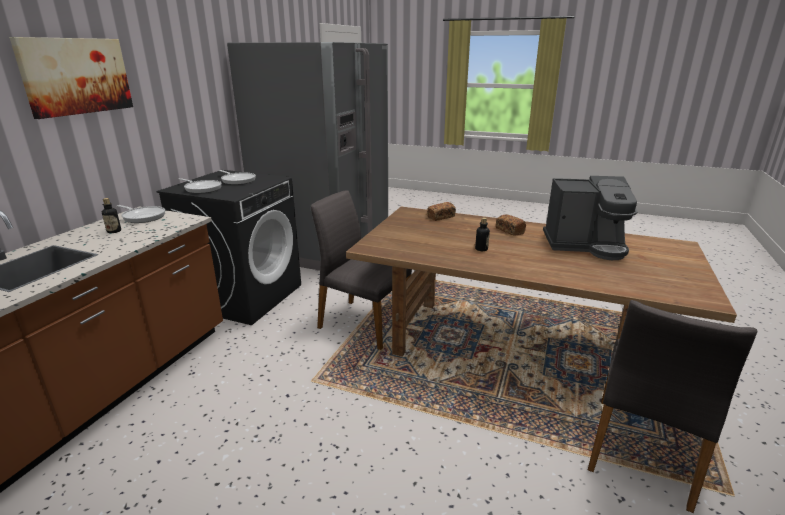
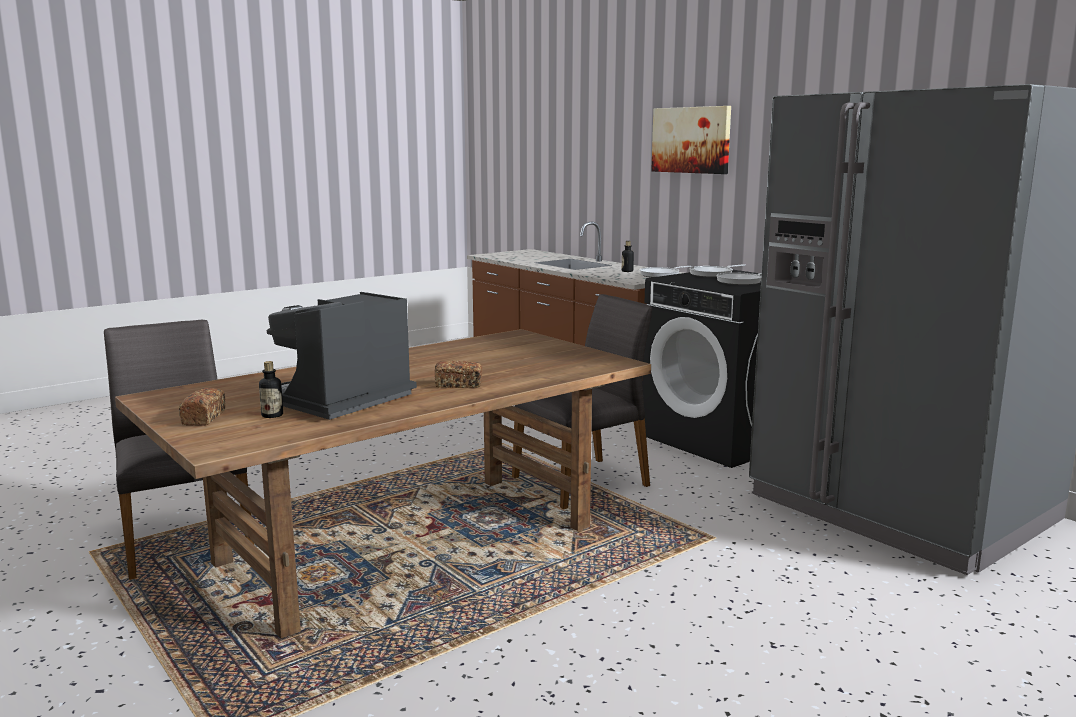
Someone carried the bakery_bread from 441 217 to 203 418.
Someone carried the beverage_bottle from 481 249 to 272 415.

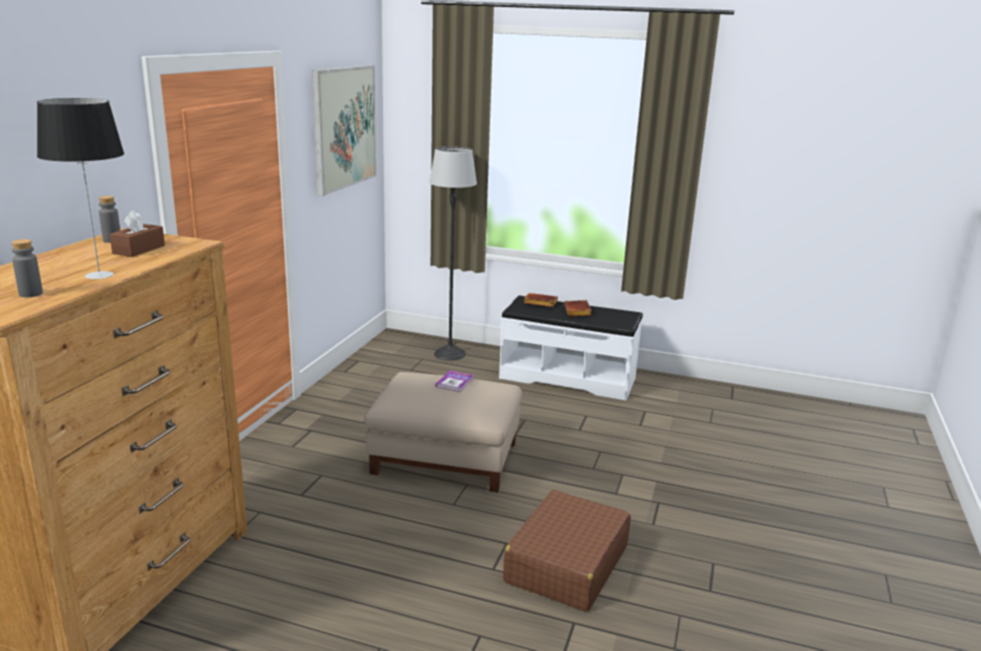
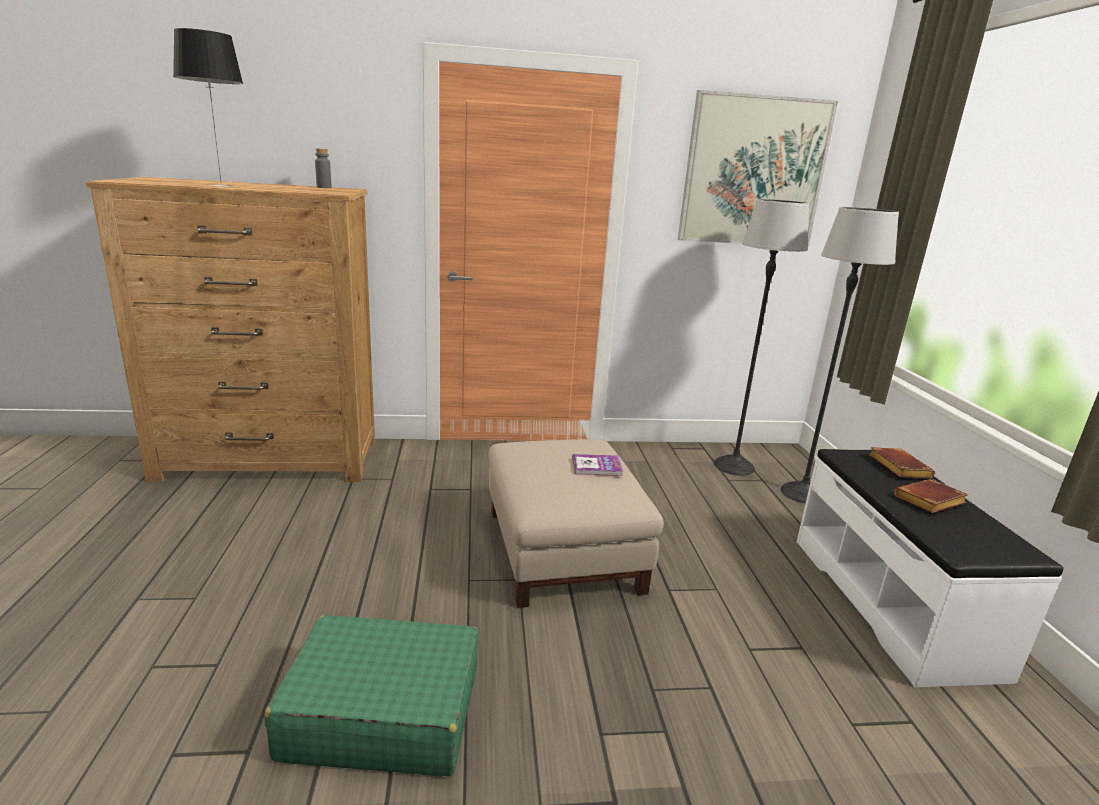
Someone took away the gray_beverage_bottle at 31 294.
Someone took away the brown_tissue_box at 139 249.
Someone repainted the brown_suitcase at 566 564, which became the green_suitcase at 382 713.
Someone put down the standing_lamp at 734 466.

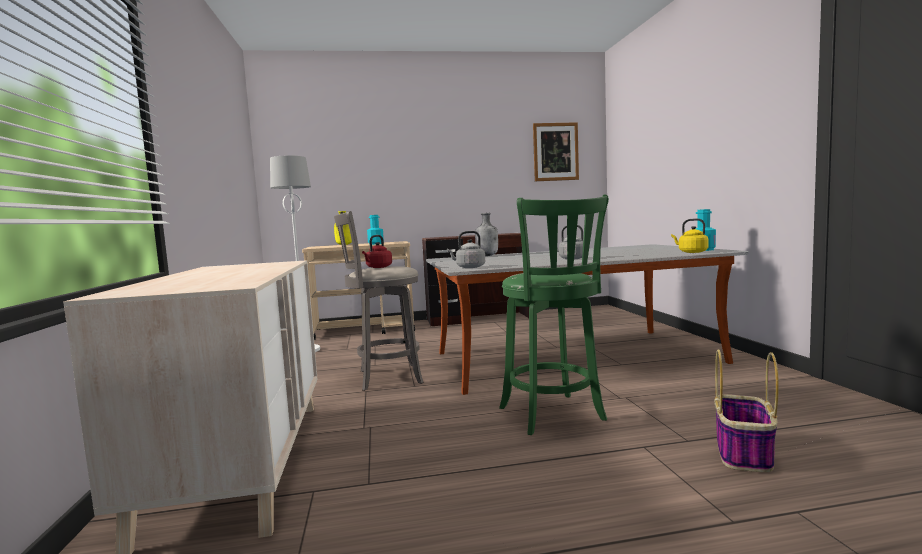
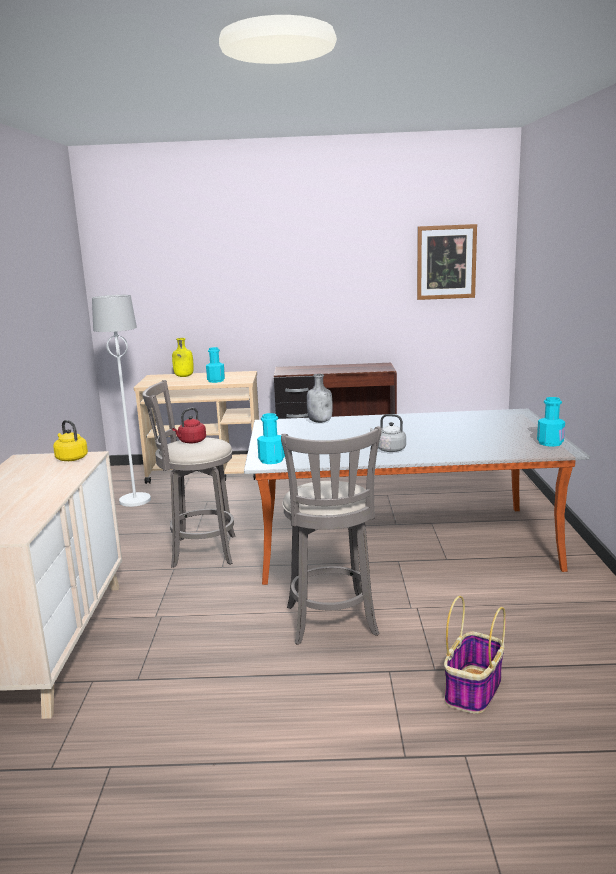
Someone swapped the gray_kettle at 469 267 for the turquoise_beverage_bottle at 271 460.
Someone repainted the green_stool at 553 416, which became the gray_stool at 332 623.
Someone carried the yellow-coloured_kettle from 691 252 to 71 458.

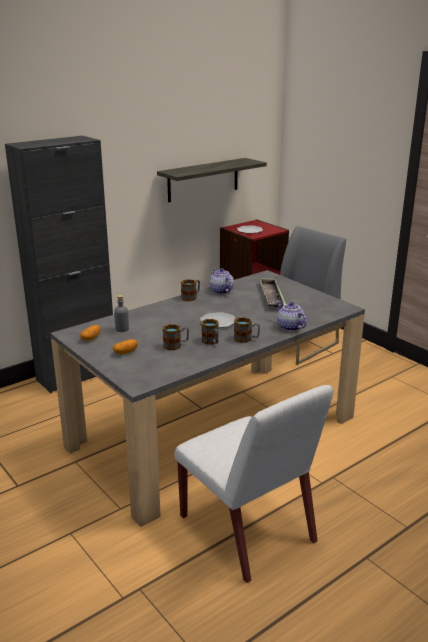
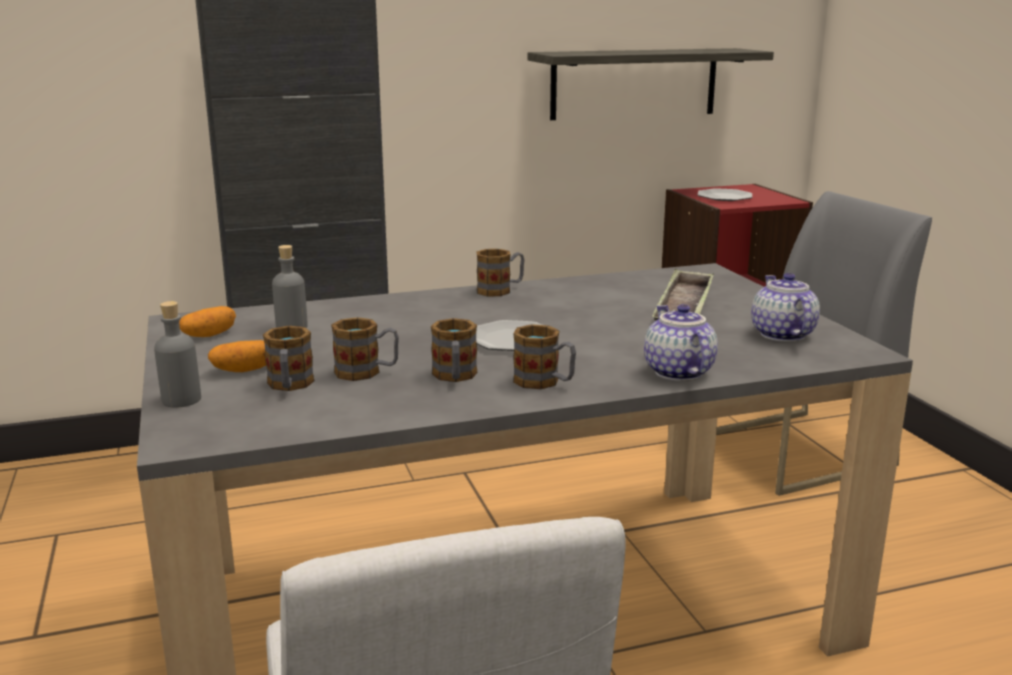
Someone carried the pot_for_tea from 221 291 to 781 334.
Someone put down the gray_beverage_bottle at 181 400.
Someone put down the coffee_mug at 289 386.

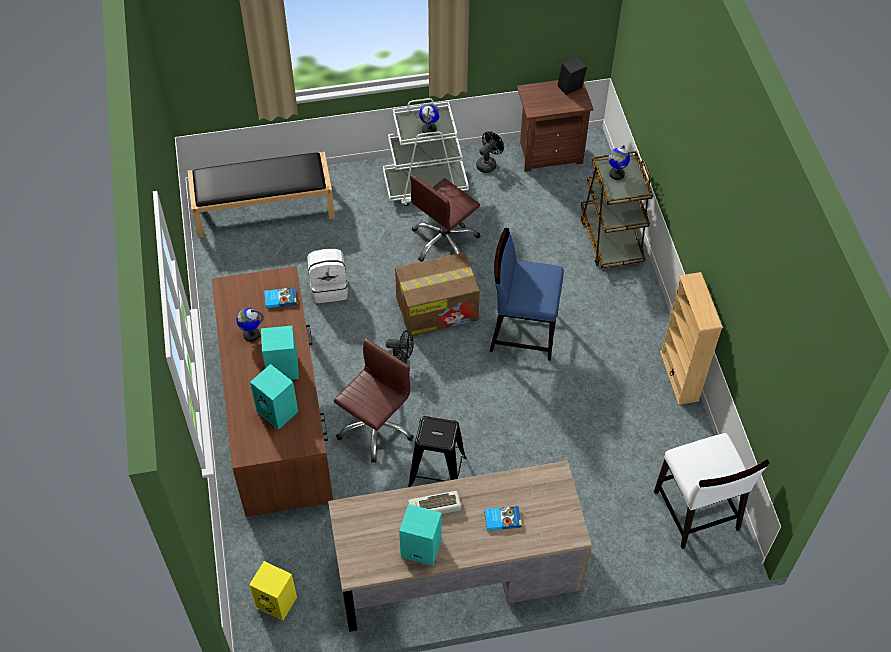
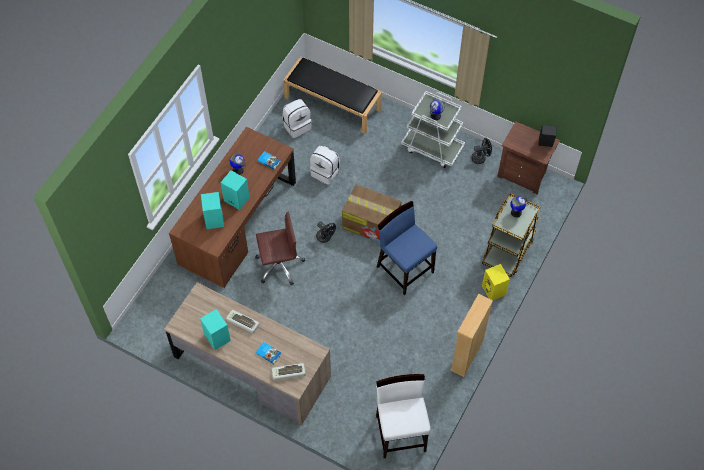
Someone carried the yellow-coloured_loudspeaker from 277 602 to 494 290.
Someone took away the black-coloured_stool at 436 473.
Someone took away the brown_computer_chair at 444 241.
Someone rotated the white_plain_chair at 696 511 by 150 degrees clockwise.
Someone put down the PC_keyboard at 288 373.
Someone put down the white_rucksack at 297 126.

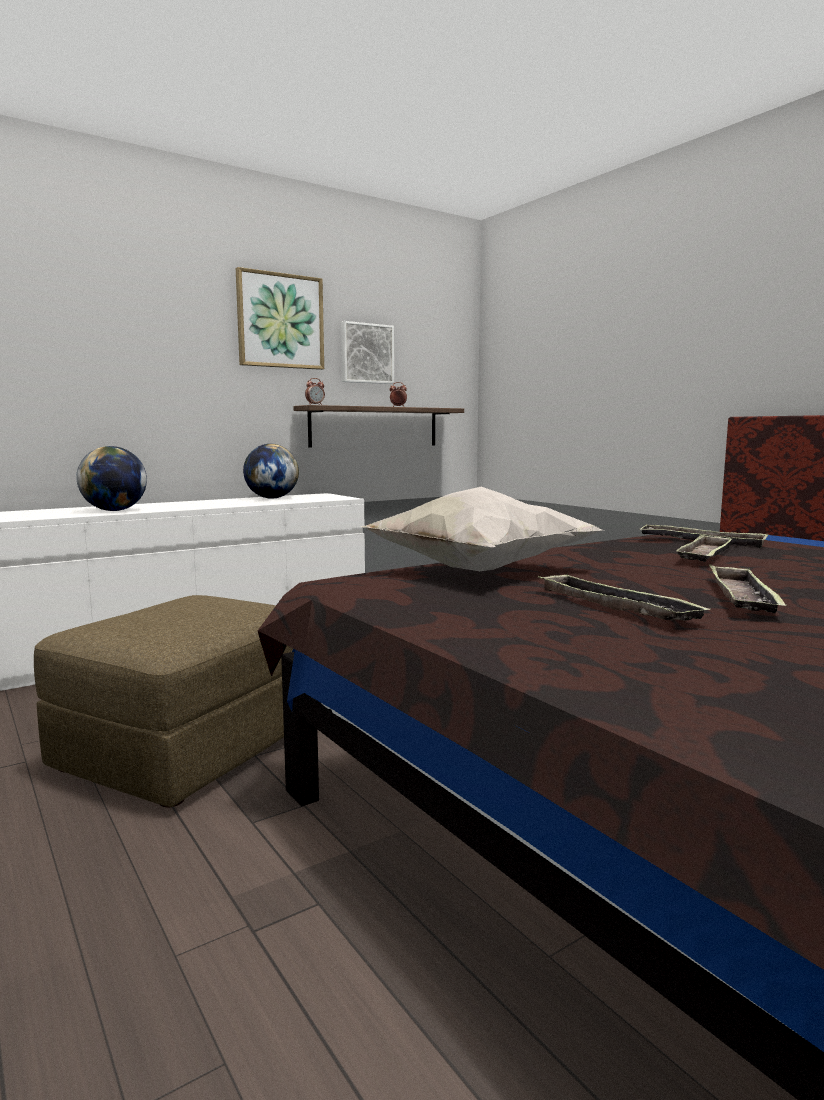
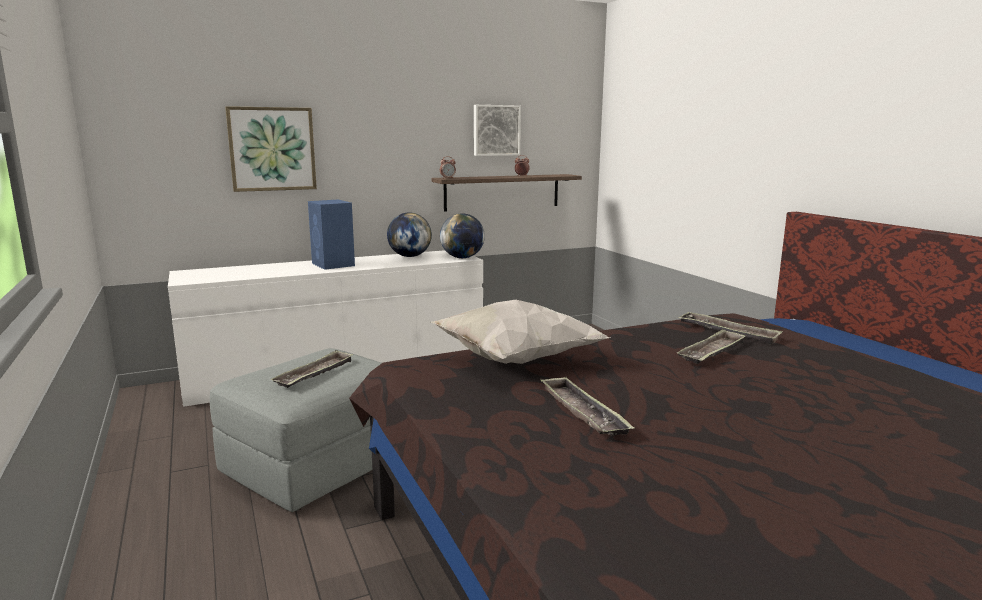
Someone repainted the brown_ottoman at 188 748, which became the gray_ottoman at 317 464.
Someone carried the desk_globe from 114 510 to 462 257.
Someone carried the picture from 280 321 to 272 149.
Someone carried the carrying_tray from 741 597 to 315 374.
Someone put down the blue-coloured_loudspeaker at 333 265.

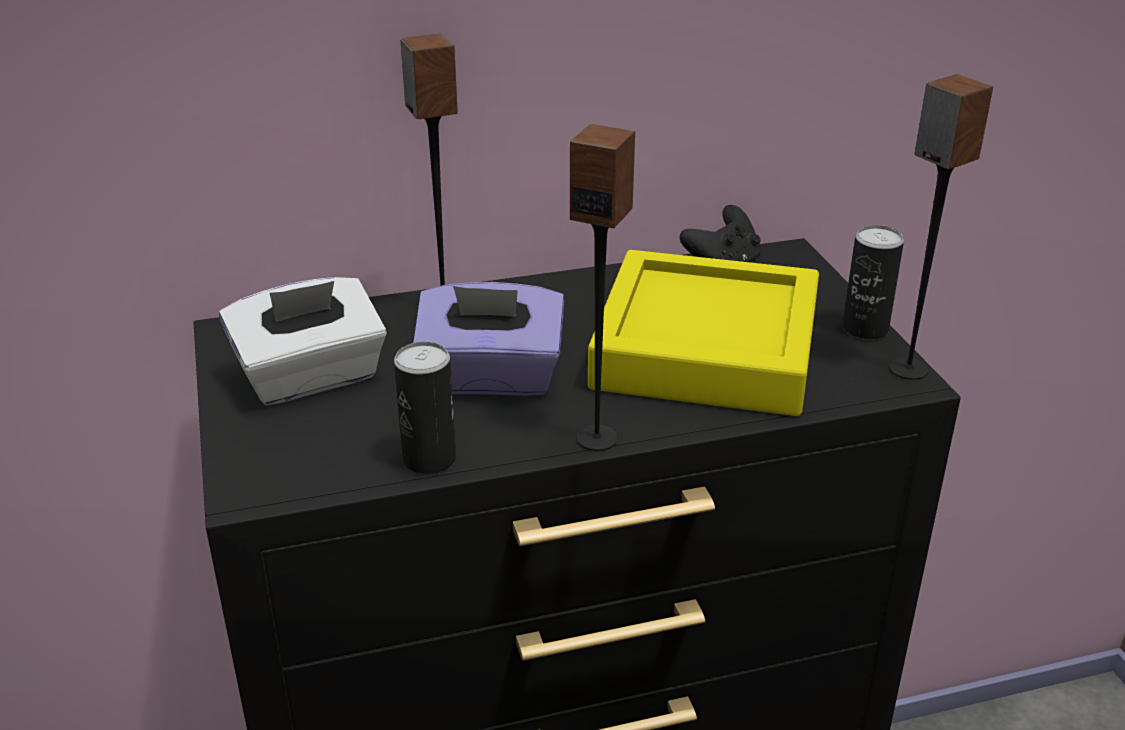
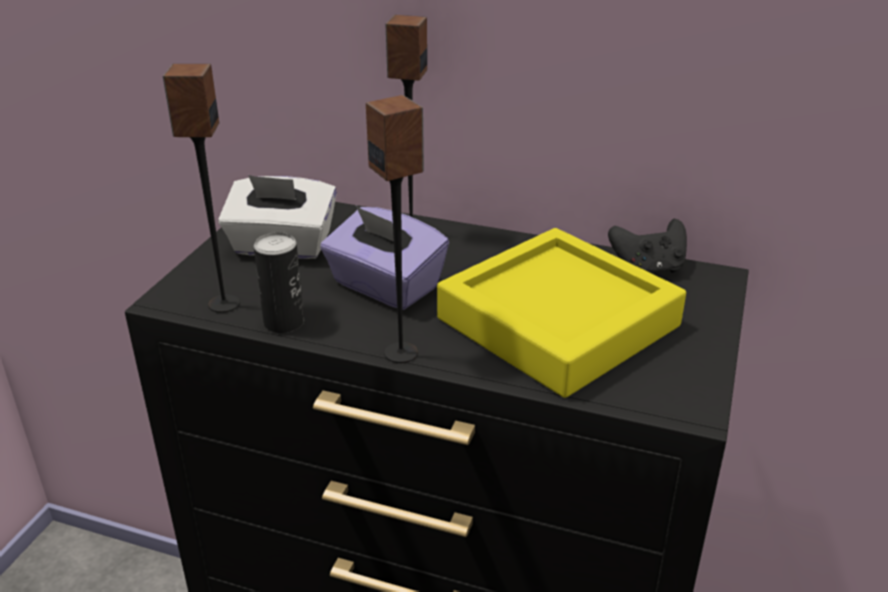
Someone took away the metal_can at 865 329.
Someone carried the loudspeaker from 907 369 to 223 304.

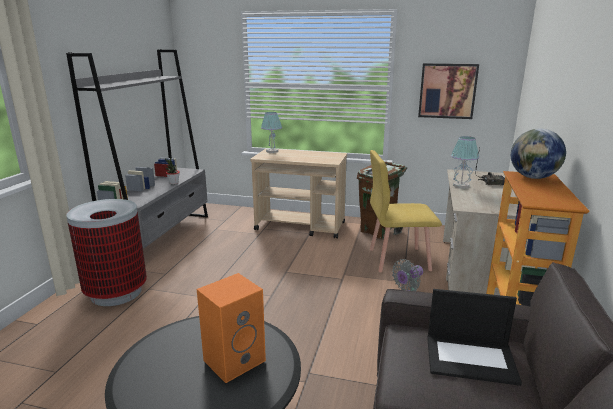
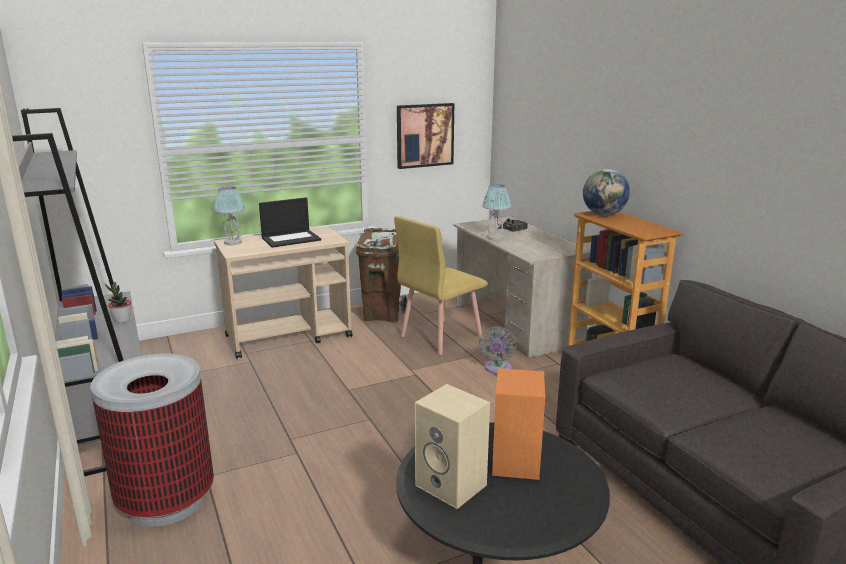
Someone carried the laptop from 471 358 to 291 239.
Someone put down the beige_loudspeaker at 453 485.

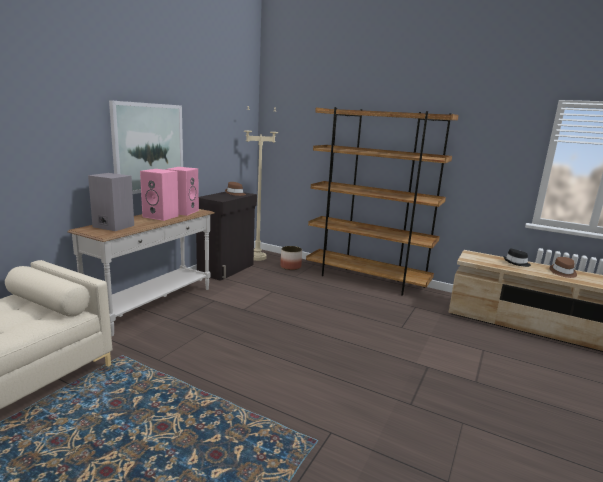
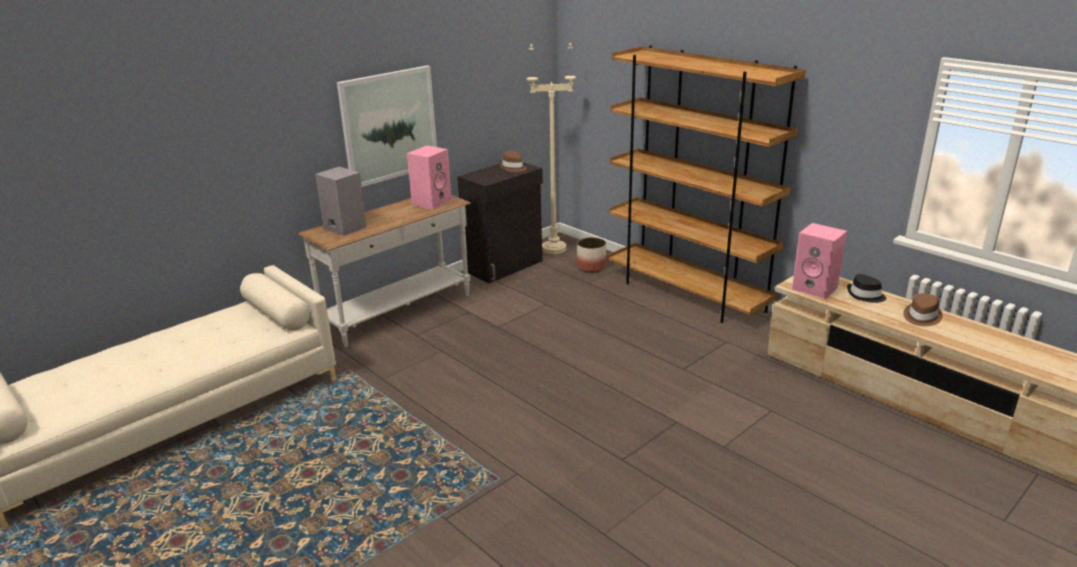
Someone carried the pink_loudspeaker from 161 216 to 816 288.

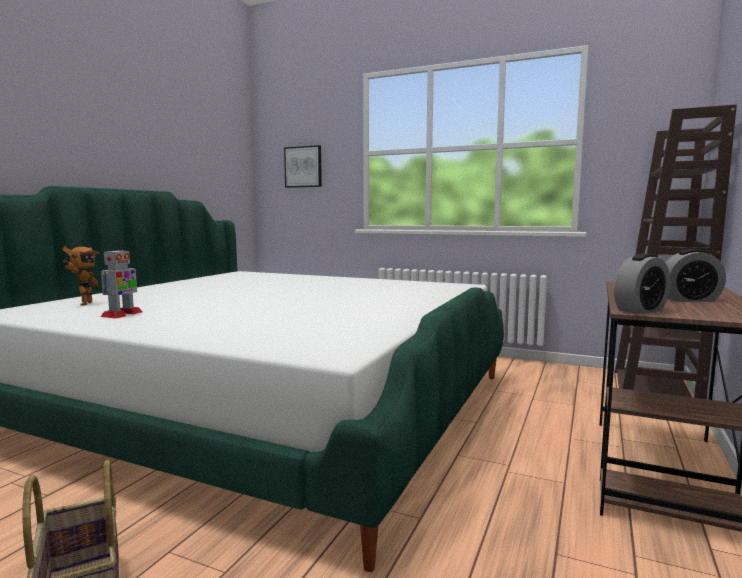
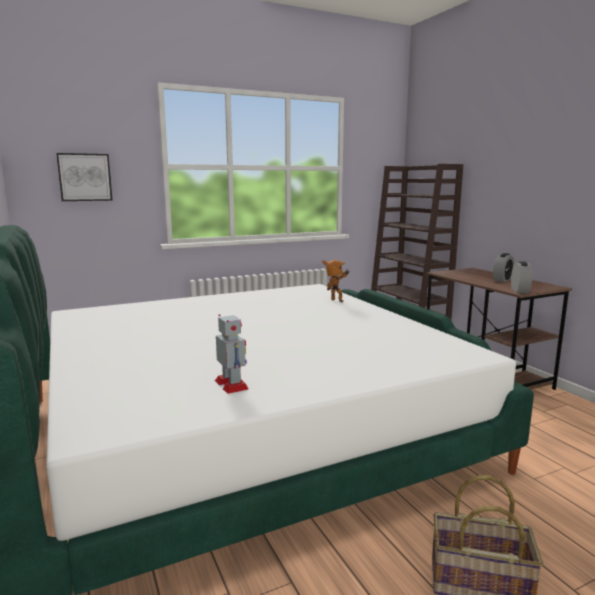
Someone carried the robot_figure from 83 304 to 336 301.

